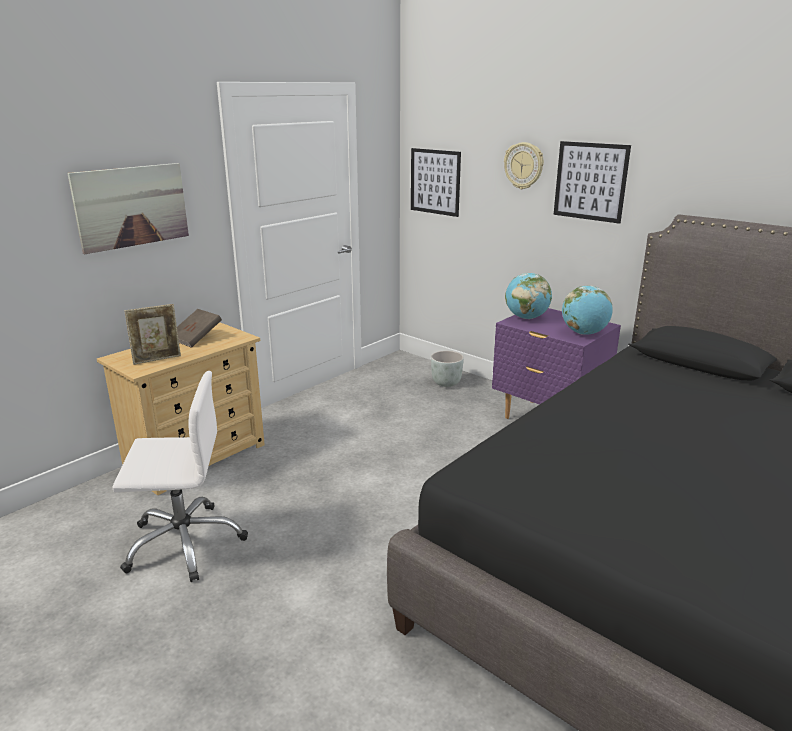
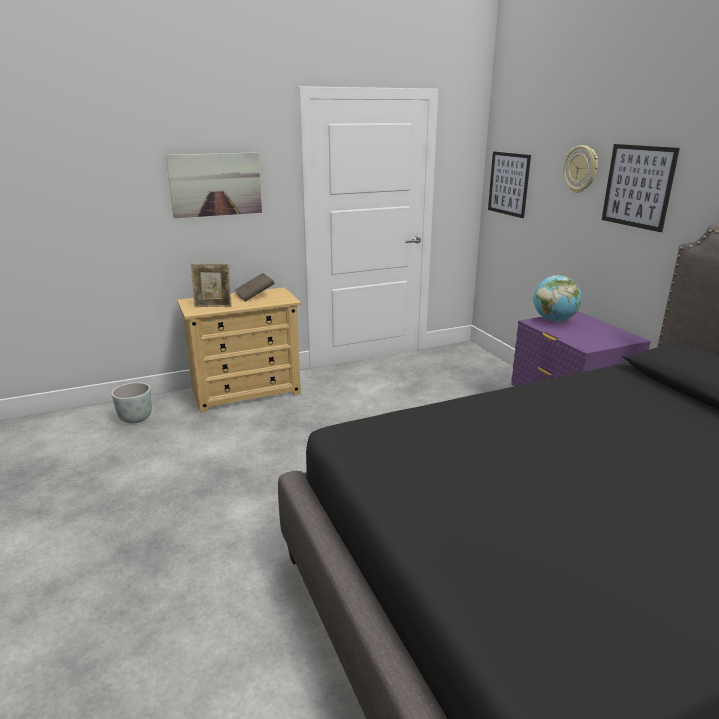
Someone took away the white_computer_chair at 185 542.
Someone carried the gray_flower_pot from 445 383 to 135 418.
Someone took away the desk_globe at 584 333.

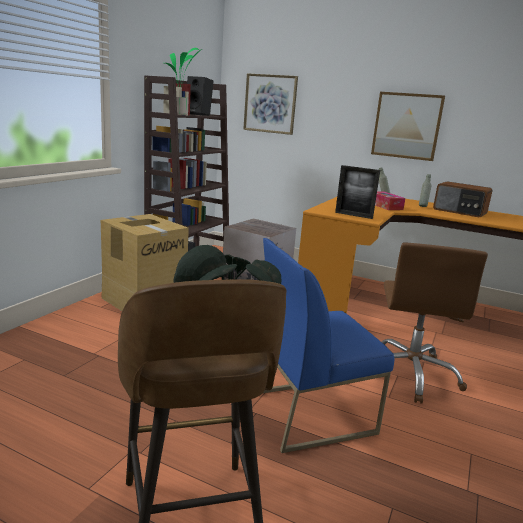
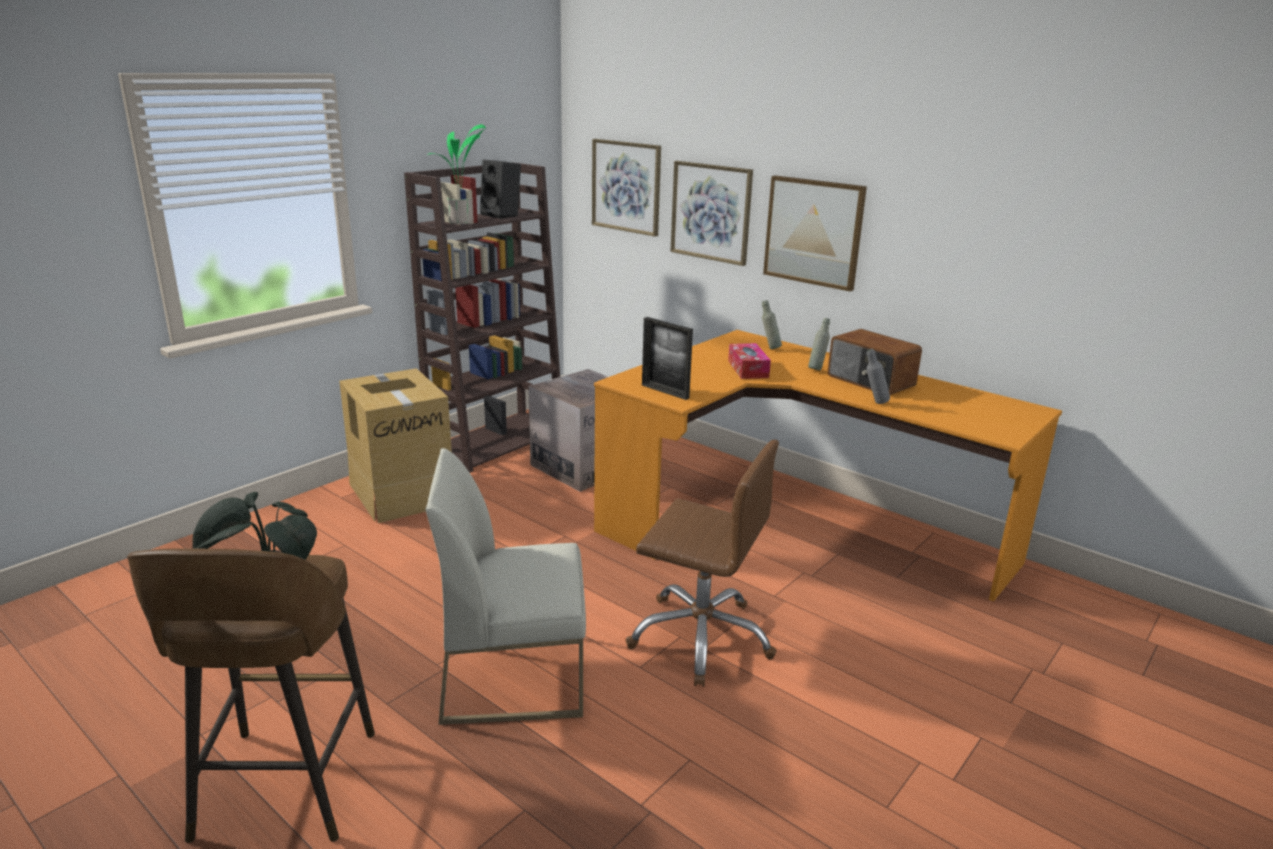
Someone repainted the blue-coloured_plain_chair at 310 412, which became the white_plain_chair at 515 676.
Someone rotated the brown_computer_chair at 410 374 by 90 degrees counterclockwise.
Someone put up the picture at 711 212.
Someone put down the gray_beverage_bottle at 874 403.

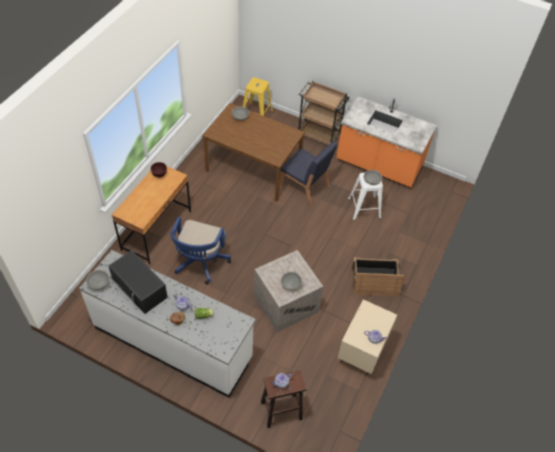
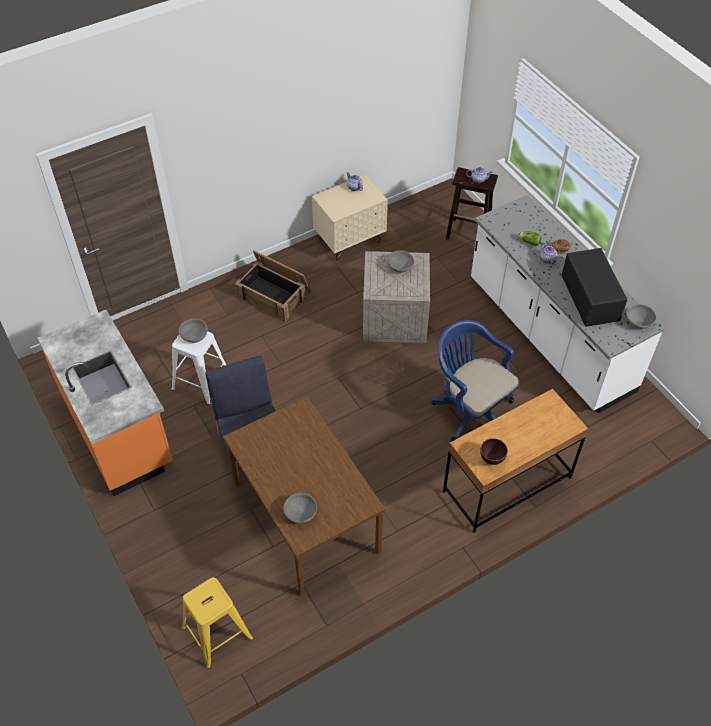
Someone rotated the blue-coloured_computer_chair at 200 263 by 90 degrees counterclockwise.
Someone took away the brown_trolley at 319 135.

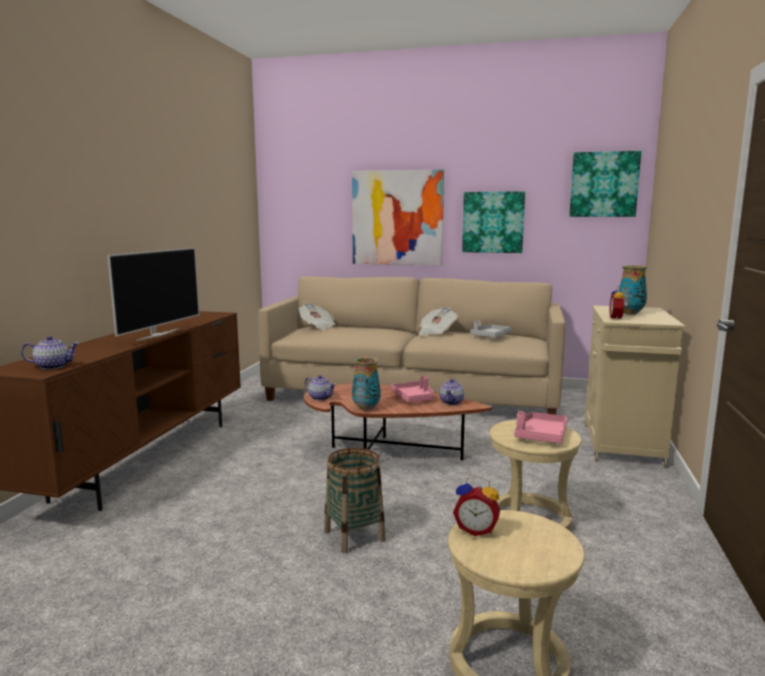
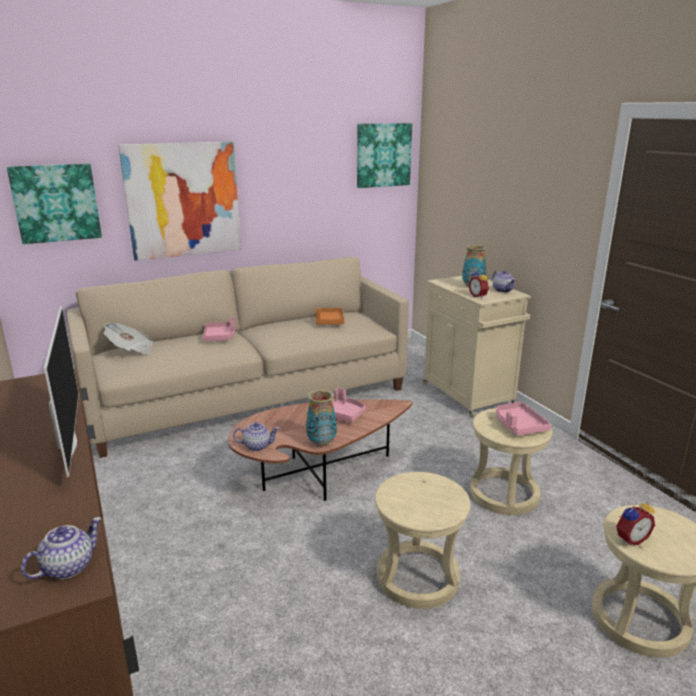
Someone swapped the storage_basket at 354 536 for the beige_stool at 418 577.
Someone took away the newspaper at 436 332.
Someone carried the pot_for_tea from 451 402 to 503 290.
Someone carried the picture from 493 222 to 56 203.
Someone repainted the gray_carrying_tray at 490 336, which became the orange_carrying_tray at 329 321.
Someone put down the pink_carrying_tray at 220 337.

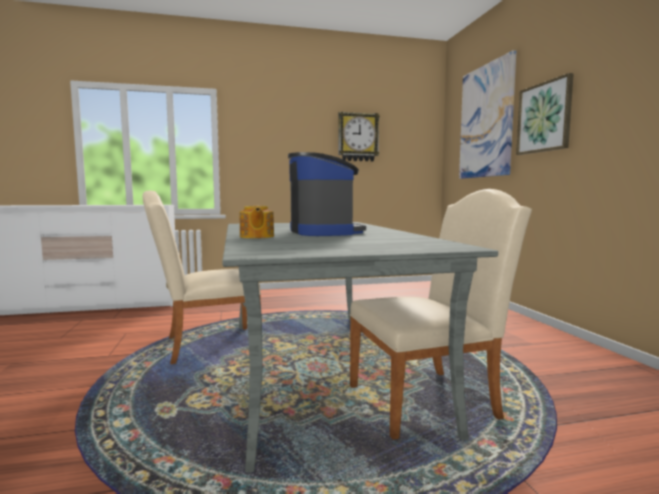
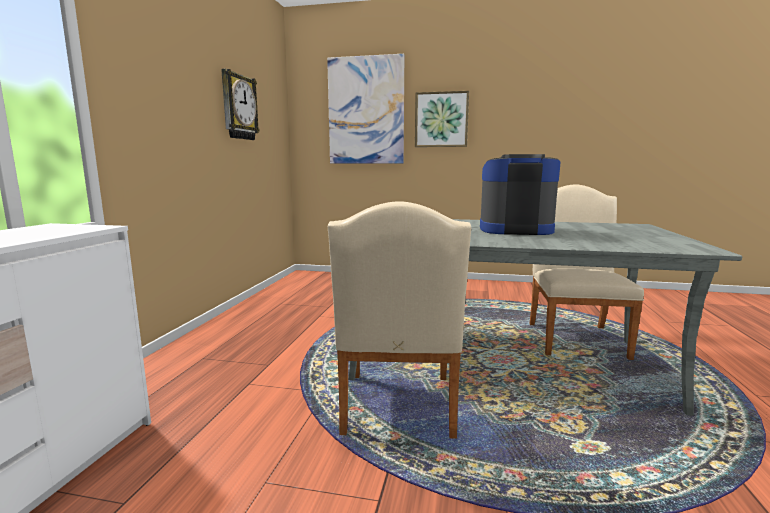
Someone took away the pot_for_tea at 256 237.

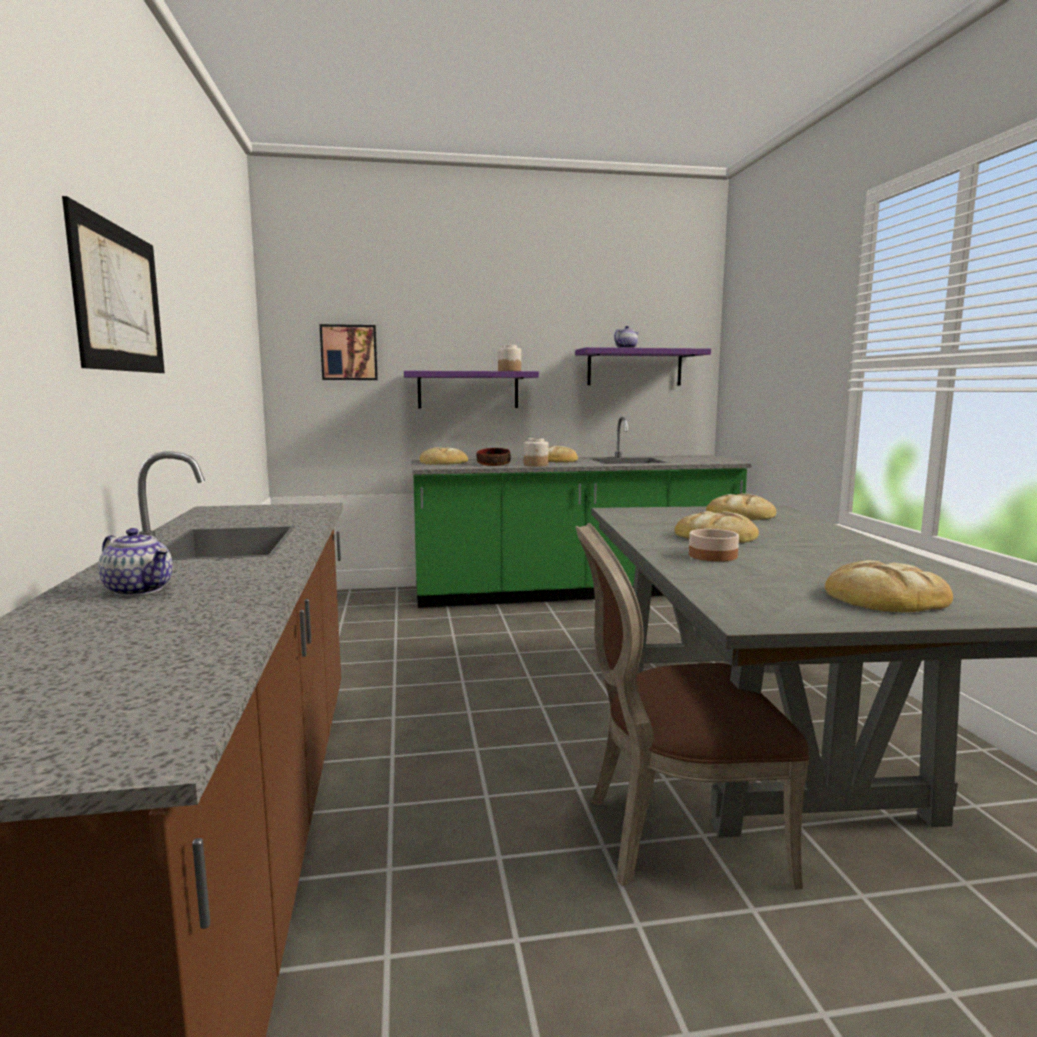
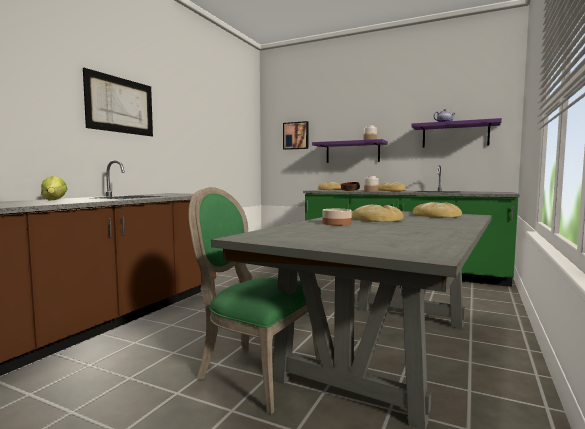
Someone swapped the pot_for_tea at 140 590 for the lettuce at 54 200.
Someone repainted the brown_plain_chair at 675 834, which became the green_plain_chair at 254 371.
Someone took away the bakery_bread at 884 597.

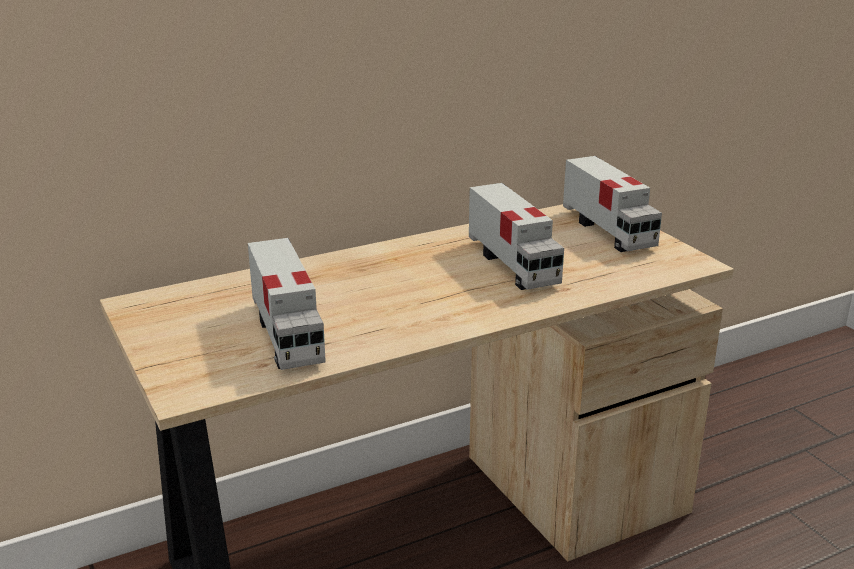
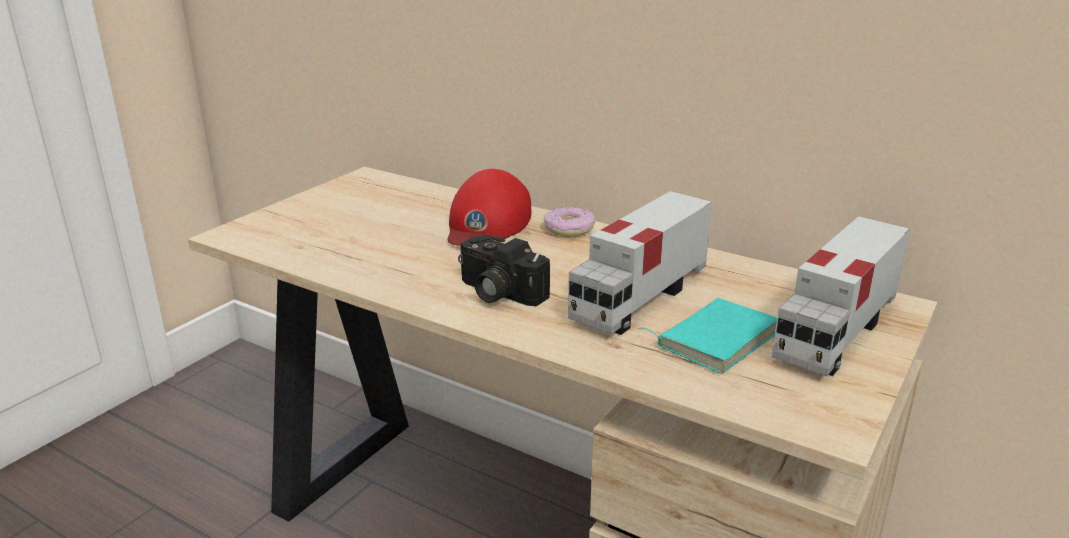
Someone took away the toy_truck at 287 335.
Someone put down the red-coloured_peaked_cap at 487 224.
Someone put down the still_camera at 497 293.
Someone put down the doughnut at 569 229.
Someone put down the turquoise_bound_book at 715 338.

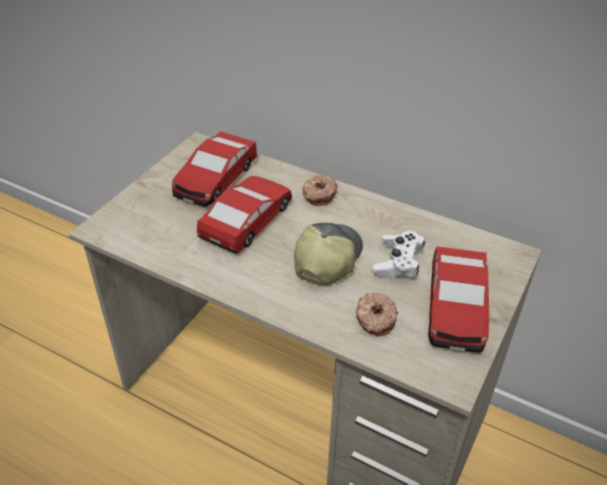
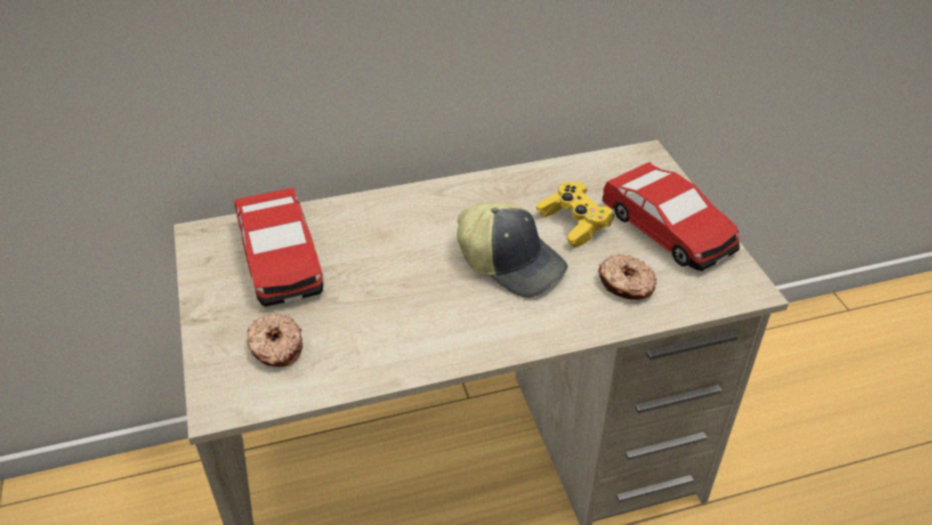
Someone took away the model_car at 247 221.
Someone rotated the peaked_cap at 326 259 by 150 degrees clockwise.
Someone carried the doughnut from 319 195 to 275 348.
Someone repainted the white_gamepad at 398 263, which became the yellow-coloured_gamepad at 574 224.

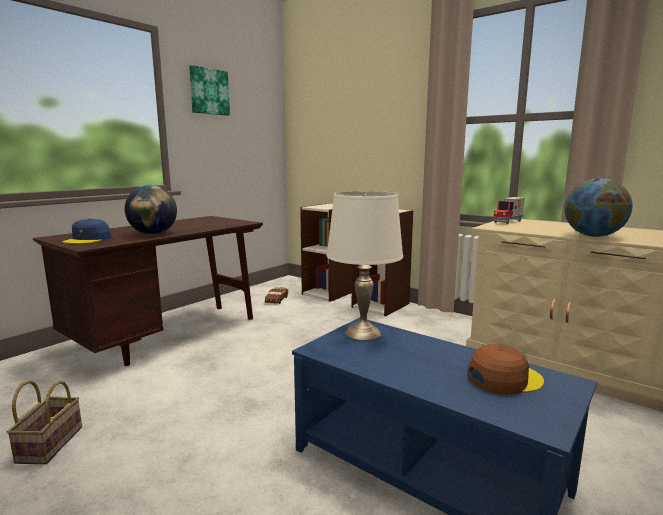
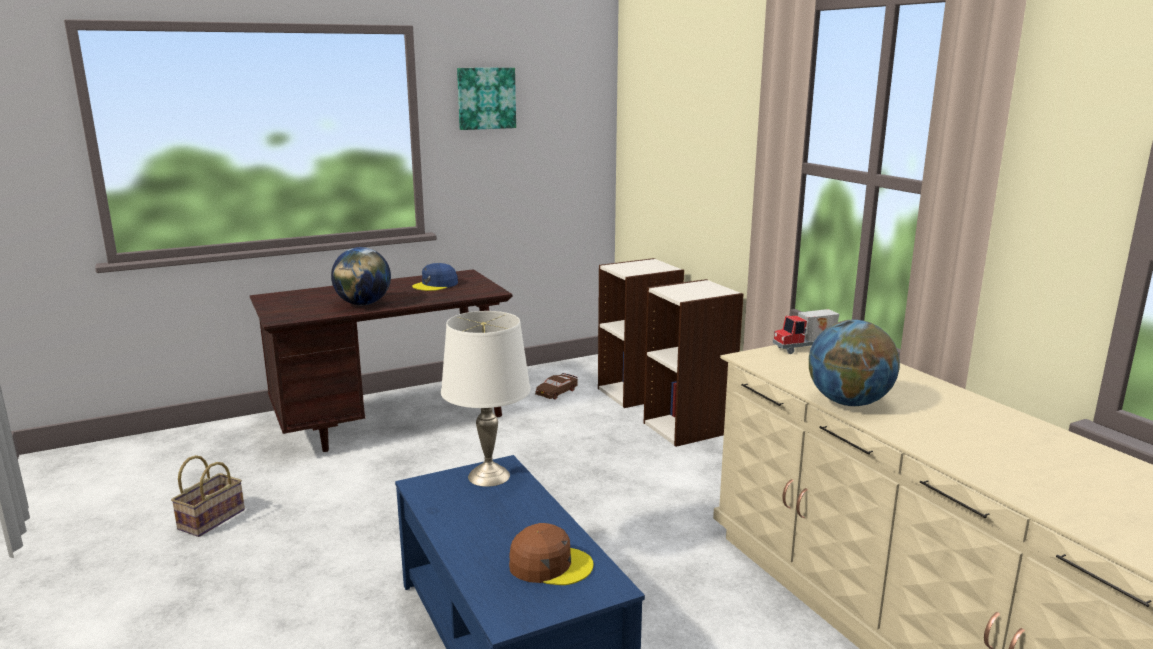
Someone carried the blue-coloured_peaked_cap from 88 239 to 435 285.

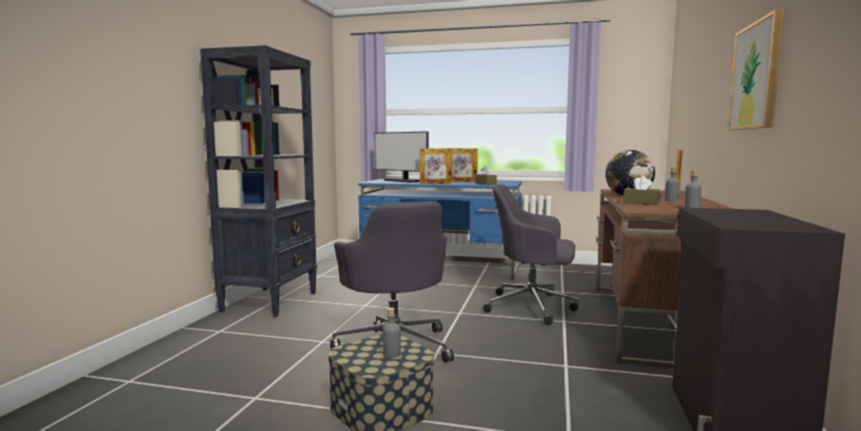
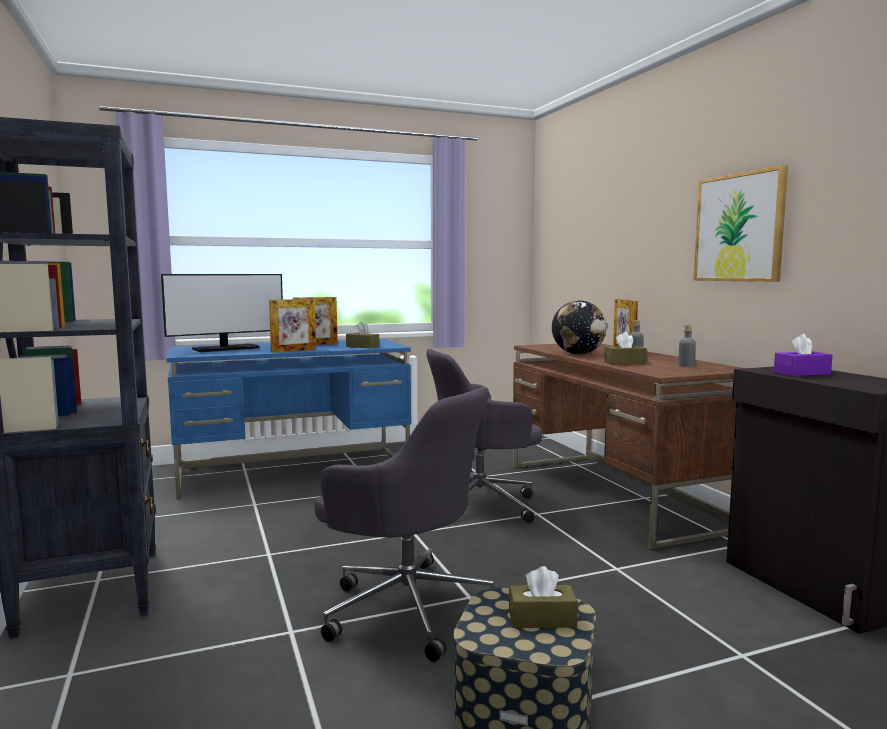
Someone rotated the monitor at 403 181 by 45 degrees counterclockwise.
Someone swapped the gray_beverage_bottle at 391 354 for the brown_tissue_box at 542 619.
Someone put down the purplish_tissue_box at 801 373.

